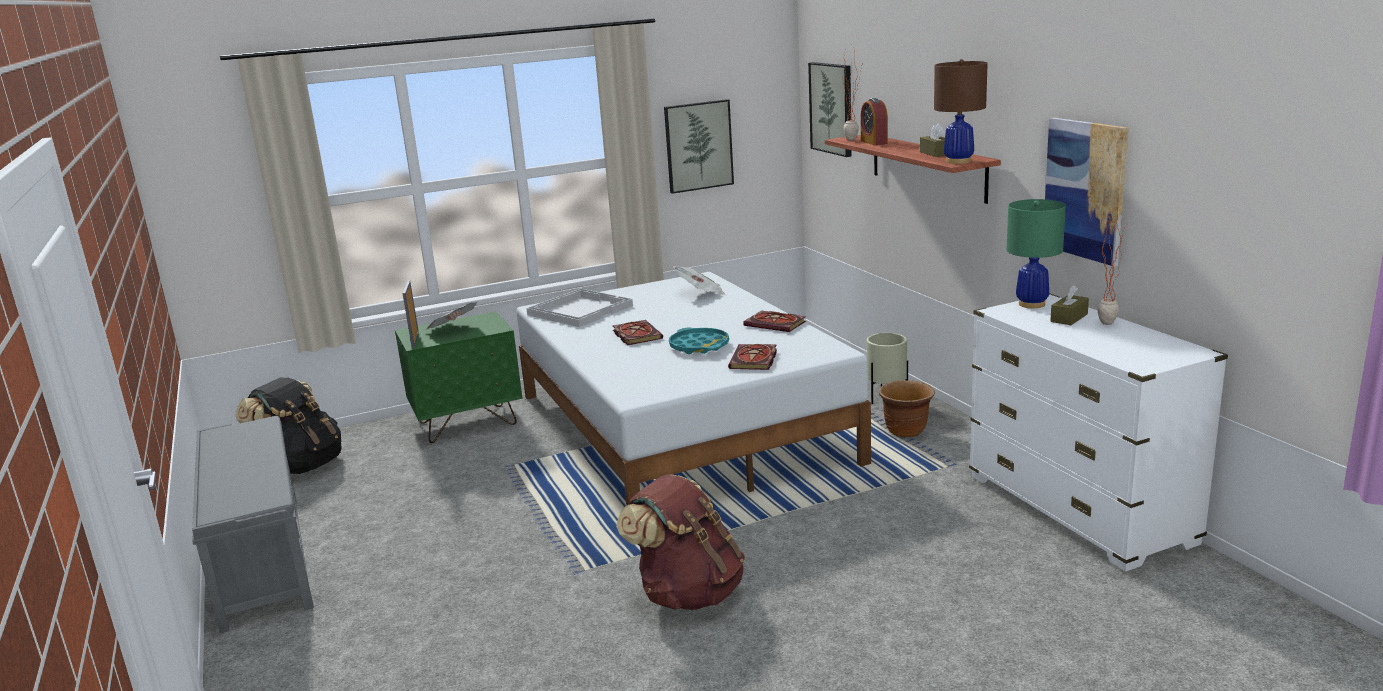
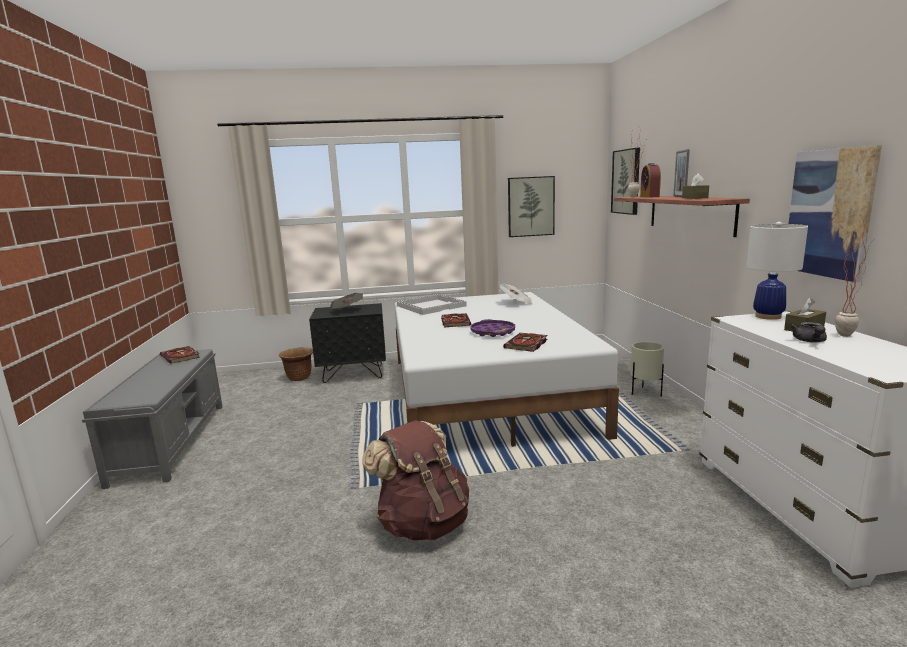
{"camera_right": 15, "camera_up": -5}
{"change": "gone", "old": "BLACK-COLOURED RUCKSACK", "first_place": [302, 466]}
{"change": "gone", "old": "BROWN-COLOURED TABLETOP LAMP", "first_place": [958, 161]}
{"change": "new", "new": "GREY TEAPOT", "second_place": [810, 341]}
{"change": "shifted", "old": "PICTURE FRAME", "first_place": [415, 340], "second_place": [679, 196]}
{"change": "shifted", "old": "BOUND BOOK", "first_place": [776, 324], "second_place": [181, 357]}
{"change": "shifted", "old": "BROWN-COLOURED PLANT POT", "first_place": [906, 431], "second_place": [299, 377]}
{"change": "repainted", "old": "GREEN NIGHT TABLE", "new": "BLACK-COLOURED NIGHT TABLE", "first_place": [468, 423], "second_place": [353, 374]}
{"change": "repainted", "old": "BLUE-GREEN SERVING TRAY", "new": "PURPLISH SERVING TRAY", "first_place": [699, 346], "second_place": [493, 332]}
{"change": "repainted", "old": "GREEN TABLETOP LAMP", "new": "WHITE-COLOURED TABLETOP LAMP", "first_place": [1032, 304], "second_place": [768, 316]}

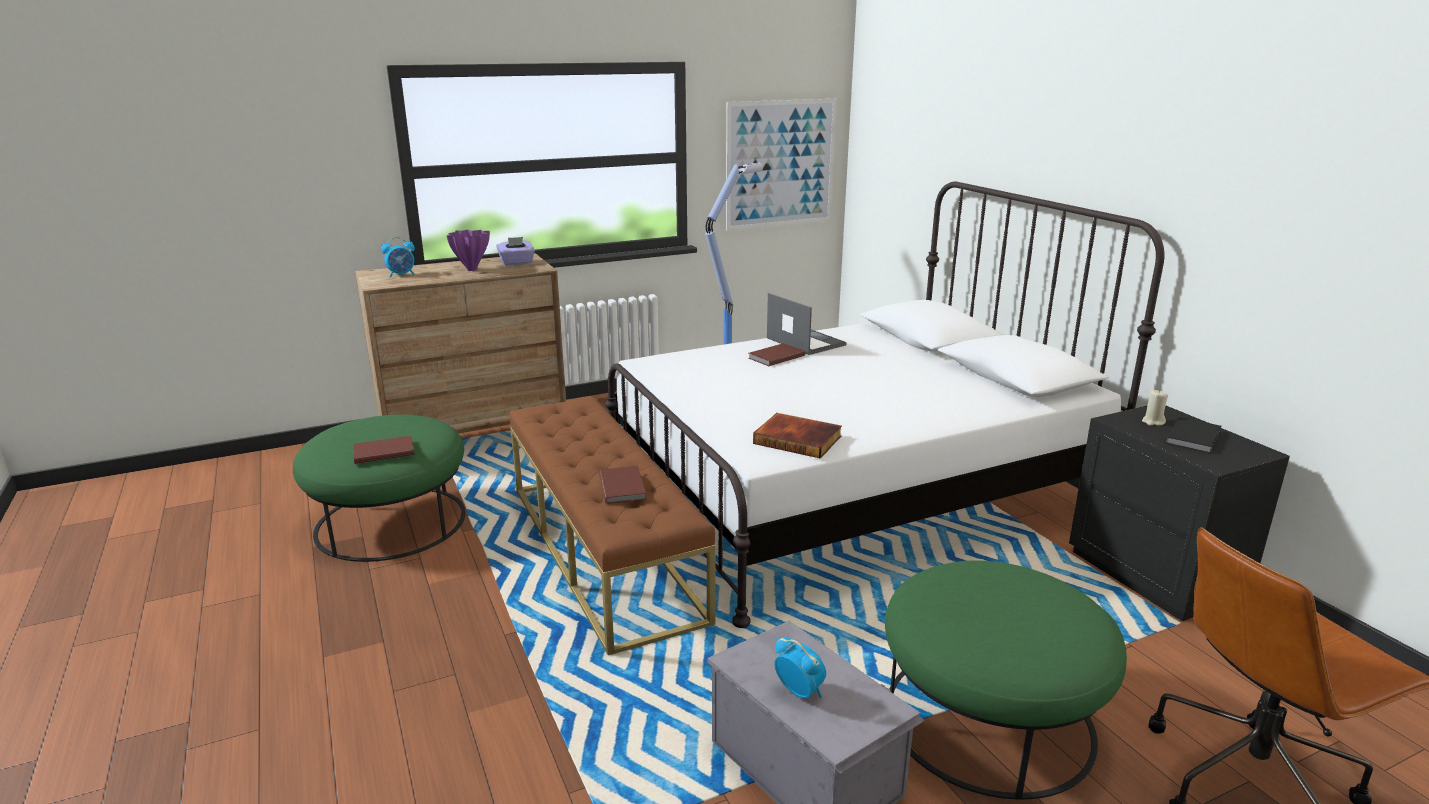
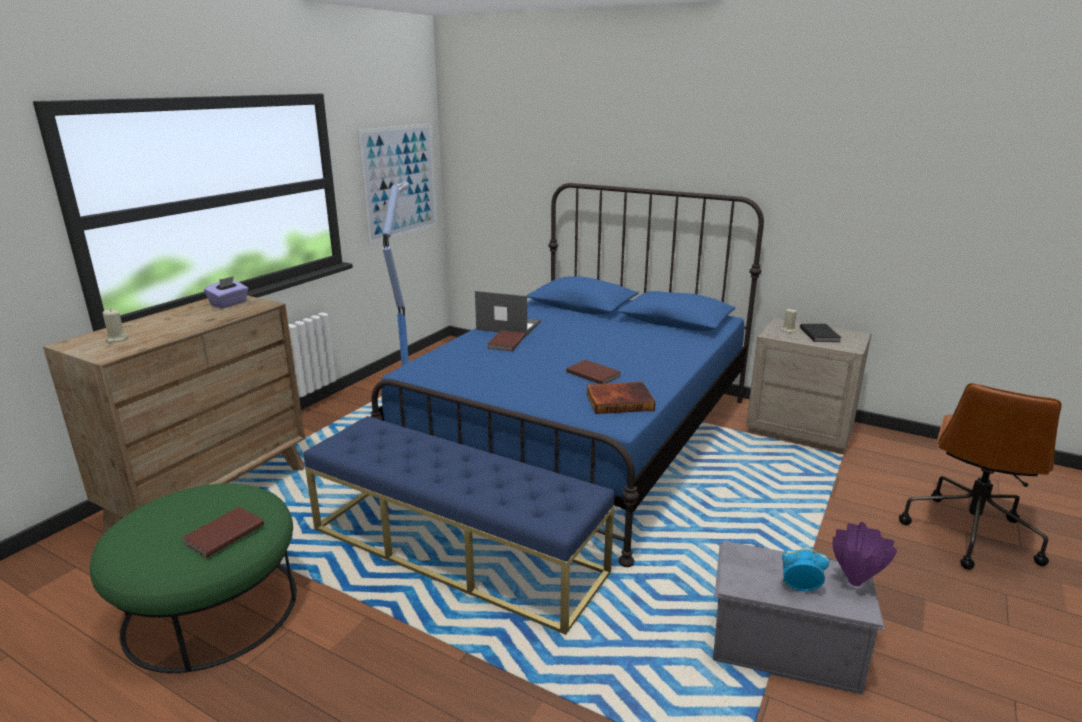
{"camera_right": -35, "camera_up": 0}
{"change": "gone", "old": "GREEN POUFFE", "first_place": [989, 719]}
{"change": "shifted", "old": "PURPLISH DECORATIVE VASE", "first_place": [471, 270], "second_place": [854, 582]}
{"change": "shifted", "old": "BROWN-COLOURED BOUND BOOK", "first_place": [623, 486], "second_place": [593, 374]}
{"change": "swapped", "old": "TABLE CLOCK", "new": "BEIGE WAX LIGHT", "first_place": [402, 275], "second_place": [117, 339]}
{"change": "repainted", "old": "BROWN-COLOURED BENCH", "new": "BLUISH BENCH", "first_place": [603, 551], "second_place": [456, 551]}
{"change": "repainted", "old": "WHITE-COLOURED BED", "new": "BLUISH BED", "first_place": [850, 491], "second_place": [580, 436]}
{"change": "repainted", "old": "BLACK-COLOURED NIGHT TABLE", "new": "BEIGE NIGHT TABLE", "first_place": [1156, 573], "second_place": [799, 429]}

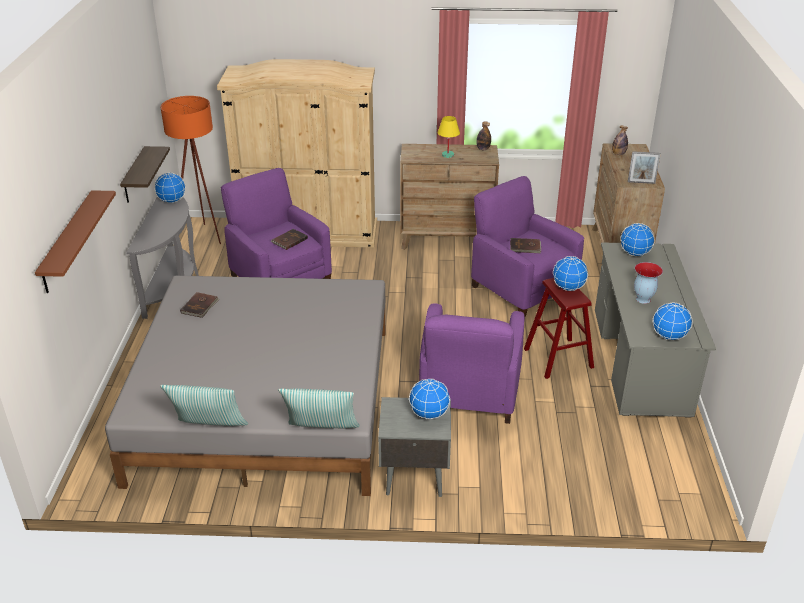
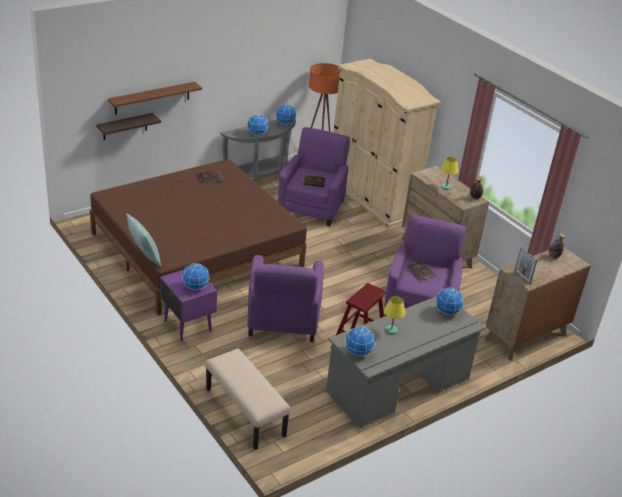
{"camera_right": 50, "camera_up": 0}
{"change": "gone", "old": "THROW PILLOW", "first_place": [209, 431]}
{"change": "new", "new": "BEIGE BENCH", "second_place": [244, 412]}
{"change": "shifted", "old": "SHELF", "first_place": [134, 175], "second_place": [125, 126]}
{"change": "shifted", "old": "DESK GLOBE", "first_place": [568, 288], "second_place": [257, 134]}
{"change": "swapped", "old": "DECORATIVE VASE", "new": "YELLOW TABLETOP LAMP", "first_place": [642, 299], "second_place": [391, 330]}
{"change": "repainted", "old": "GREY BED", "new": "BROWN-COLOURED BED", "first_place": [265, 402], "second_place": [196, 249]}
{"change": "repainted", "old": "GREY NIGHT TABLE", "new": "PURPLISH NIGHT TABLE", "first_place": [413, 476], "second_place": [187, 325]}
{"change": "rotated", "old": "PURPLISH LOUNGE CHAIR", "first_place": [469, 392], "second_place": [283, 320], "degrees": -60}

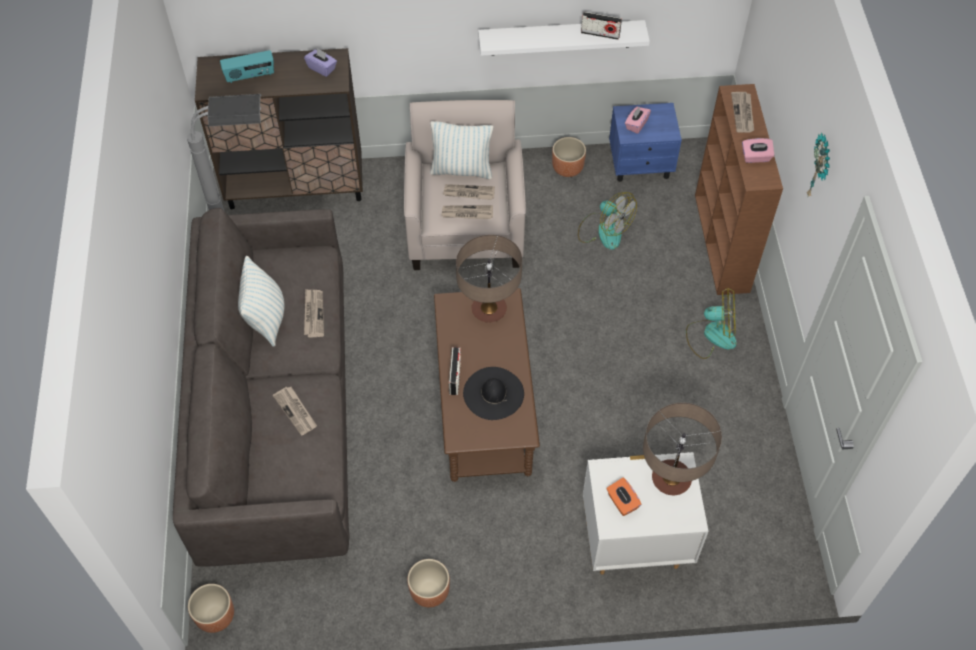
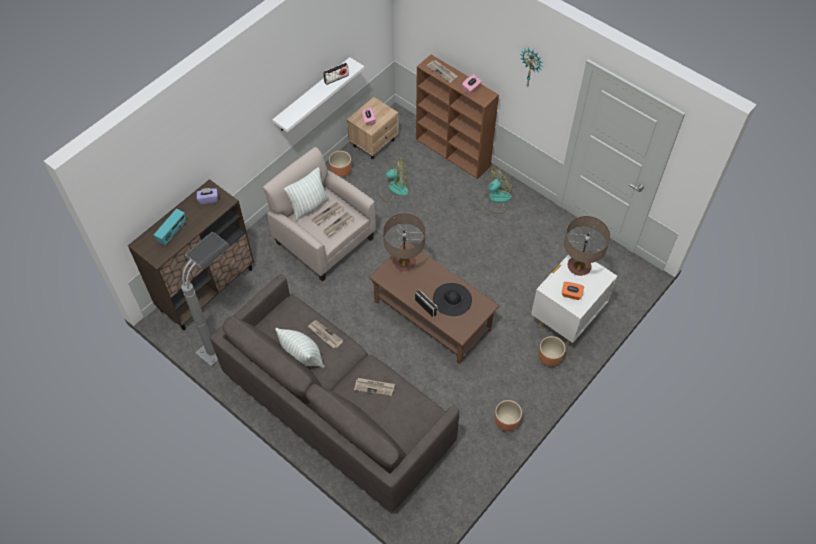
{"camera_right": -45, "camera_up": 0}
{"change": "shifted", "old": "BROWN-COLOURED PLANT POT", "first_place": [215, 616], "second_place": [549, 358]}
{"change": "repainted", "old": "BLUISH NIGHT TABLE", "new": "BEIGE NIGHT TABLE", "first_place": [641, 164], "second_place": [374, 143]}

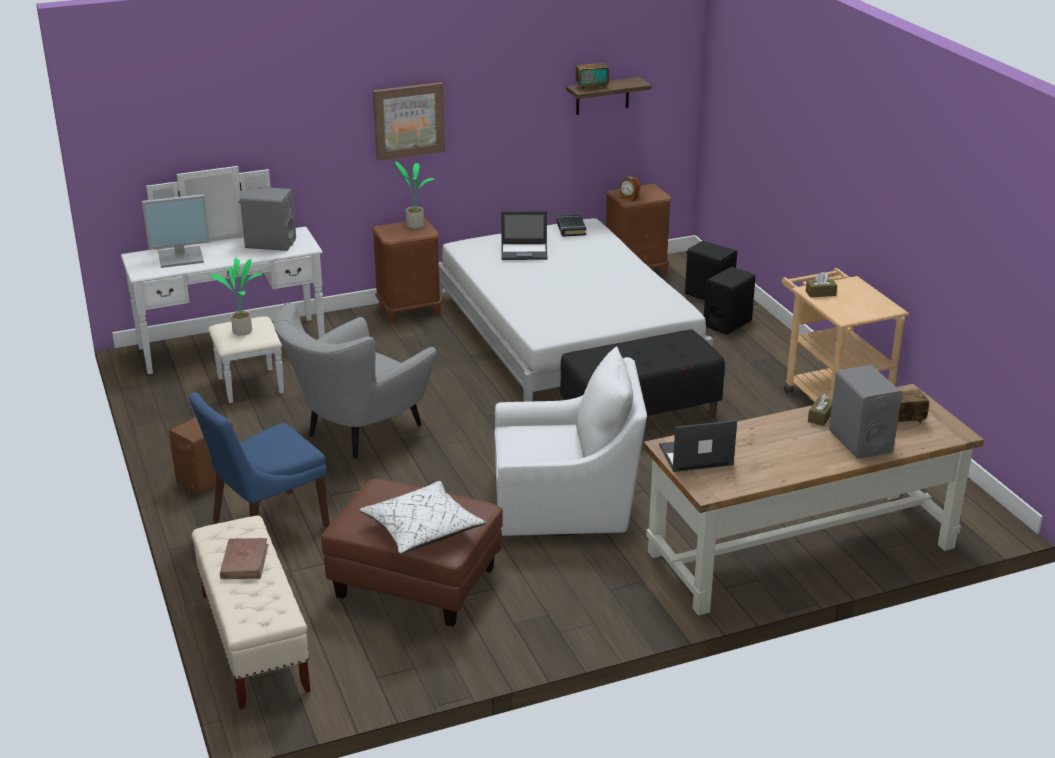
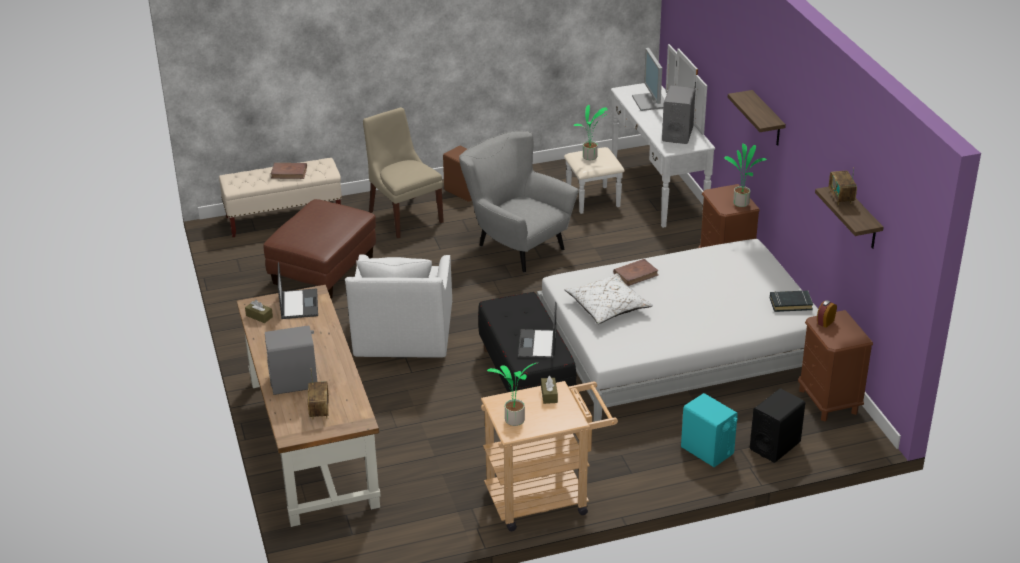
{"camera_right": 95, "camera_up": 5}
{"change": "new", "new": "PLANT IN A POT", "second_place": [513, 421]}
{"change": "new", "new": "BROWN-COLOURED BOUND BOOK", "second_place": [636, 274]}
{"change": "shifted", "old": "WHITE-COLOURED THROW PILLOW", "first_place": [422, 529], "second_place": [607, 307]}
{"change": "shifted", "old": "LAPTOP", "first_place": [525, 252], "second_place": [537, 345]}
{"change": "shifted", "old": "BROWN-COLOURED TISSUE BOX", "first_place": [820, 417], "second_place": [259, 316]}
{"change": "swapped", "old": "WALL PICTURE", "new": "SHELF", "first_place": [408, 120], "second_place": [767, 119]}
{"change": "repainted", "old": "BLUISH PLAIN CHAIR", "new": "BEIGE PLAIN CHAIR", "first_place": [266, 524], "second_place": [404, 216]}
{"change": "repainted", "old": "BLACK-COLOURED LOUDSPEAKER", "new": "BLUE-GREEN LOUDSPEAKER", "first_place": [727, 323], "second_place": [707, 451]}

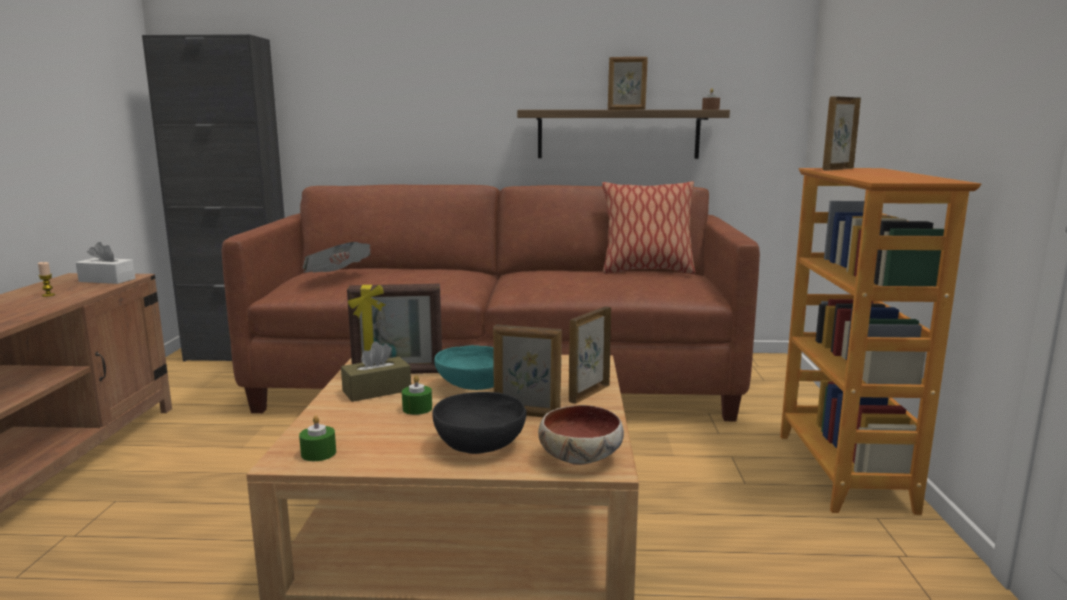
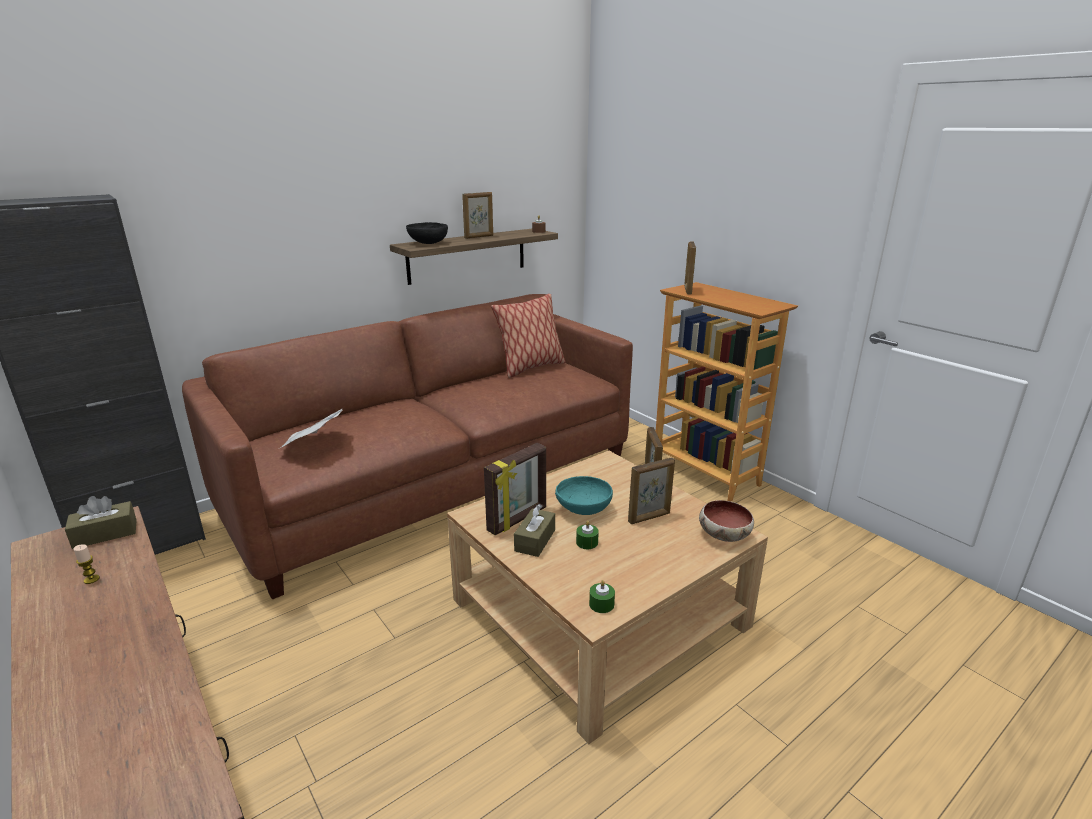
{"camera_right": -40, "camera_up": 10}
{"change": "shifted", "old": "BLACK-COLOURED DEEP DISH", "first_place": [479, 444], "second_place": [428, 243]}
{"change": "repainted", "old": "WHITE-COLOURED TISSUE BOX", "new": "BROWN-COLOURED TISSUE BOX", "first_place": [107, 280], "second_place": [105, 534]}

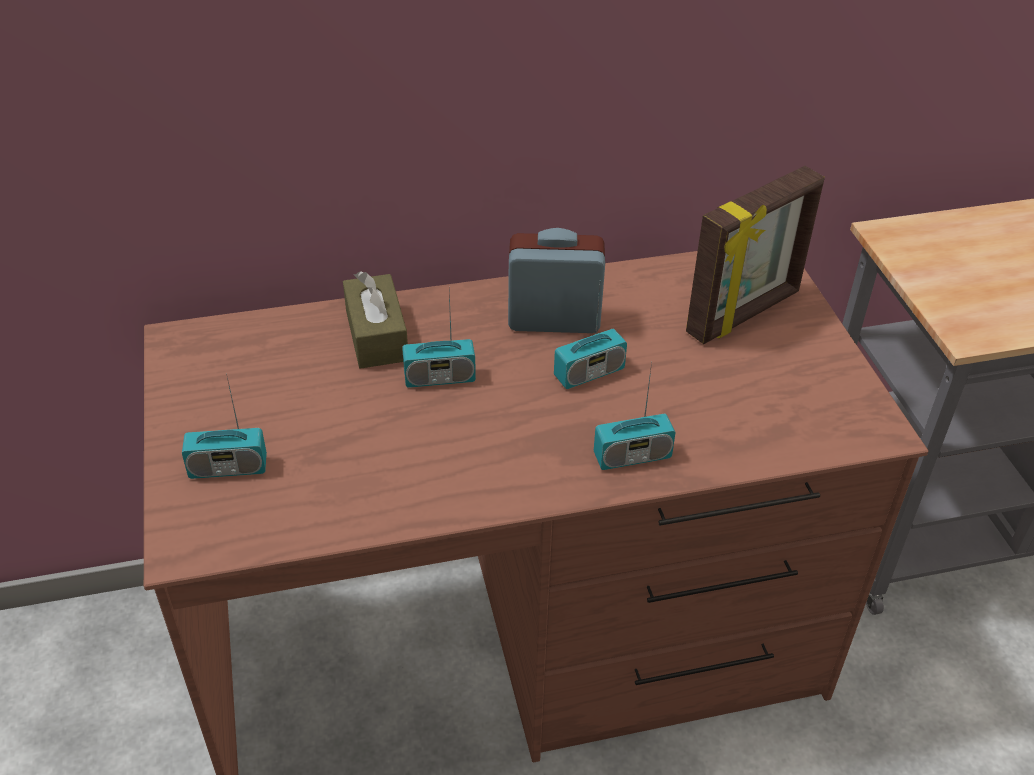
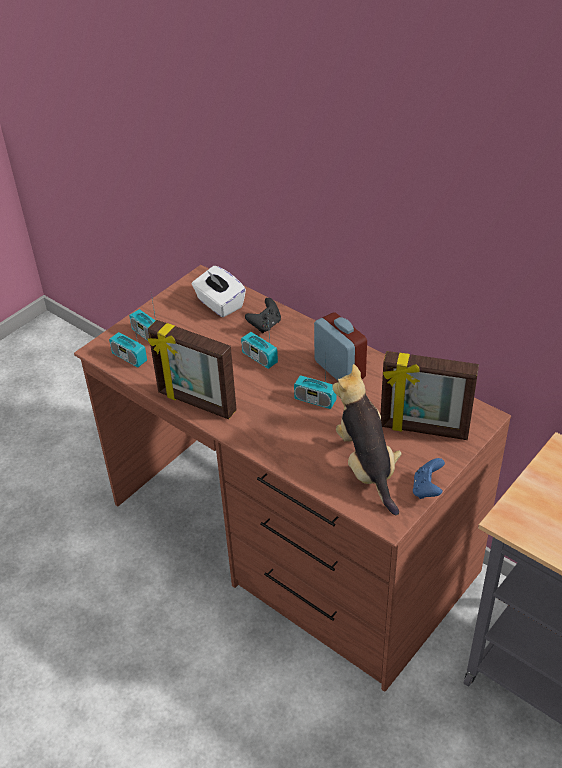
{"camera_right": 55, "camera_up": 0}
{"change": "new", "new": "PICTURE FRAME", "second_place": [196, 403]}
{"change": "new", "new": "WHITE-COLOURED TISSUE BOX", "second_place": [219, 304]}
{"change": "new", "new": "PLUSH TOY", "second_place": [366, 467]}
{"change": "new", "new": "BLUISH GAMEPAD", "second_place": [427, 489]}
{"change": "shifted", "old": "RADIO RECEIVER", "first_place": [632, 456], "second_place": [129, 357]}
{"change": "swapped", "old": "BROWN-COLOURED TISSUE BOX", "new": "BLACK-COLOURED GAMEPAD", "first_place": [376, 335], "second_place": [265, 325]}

